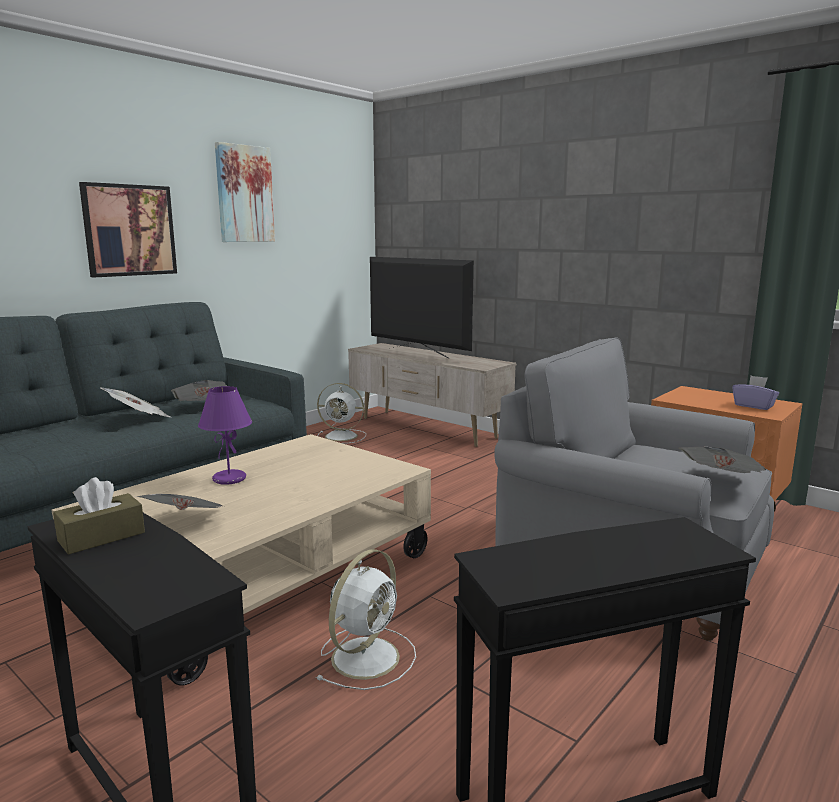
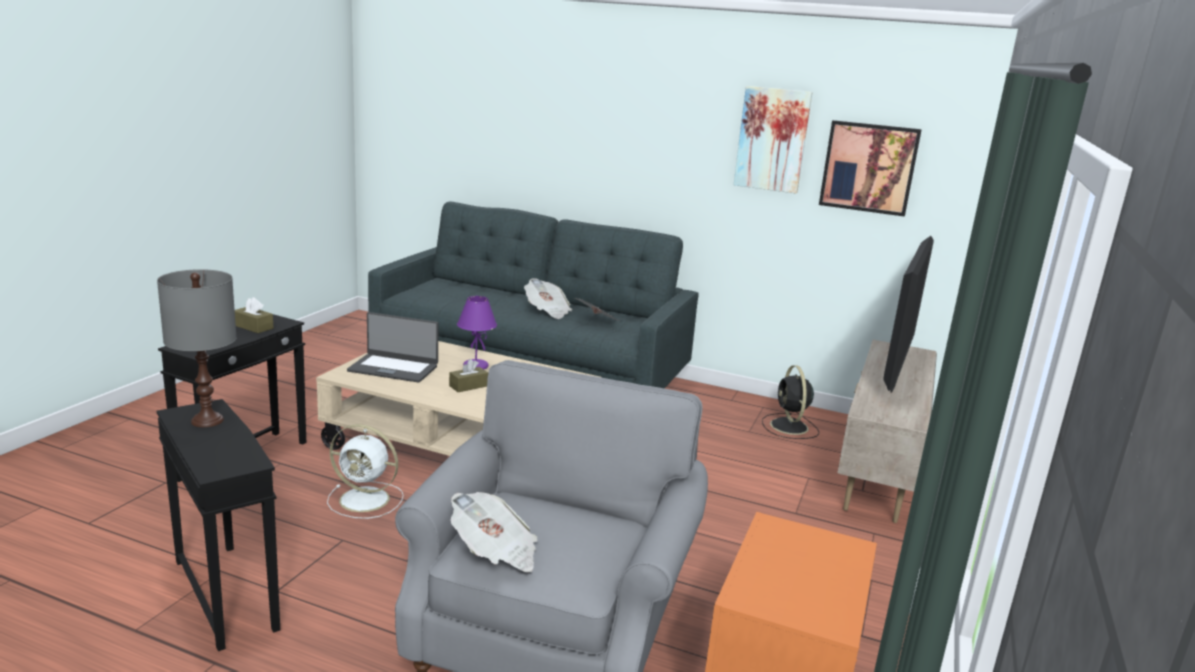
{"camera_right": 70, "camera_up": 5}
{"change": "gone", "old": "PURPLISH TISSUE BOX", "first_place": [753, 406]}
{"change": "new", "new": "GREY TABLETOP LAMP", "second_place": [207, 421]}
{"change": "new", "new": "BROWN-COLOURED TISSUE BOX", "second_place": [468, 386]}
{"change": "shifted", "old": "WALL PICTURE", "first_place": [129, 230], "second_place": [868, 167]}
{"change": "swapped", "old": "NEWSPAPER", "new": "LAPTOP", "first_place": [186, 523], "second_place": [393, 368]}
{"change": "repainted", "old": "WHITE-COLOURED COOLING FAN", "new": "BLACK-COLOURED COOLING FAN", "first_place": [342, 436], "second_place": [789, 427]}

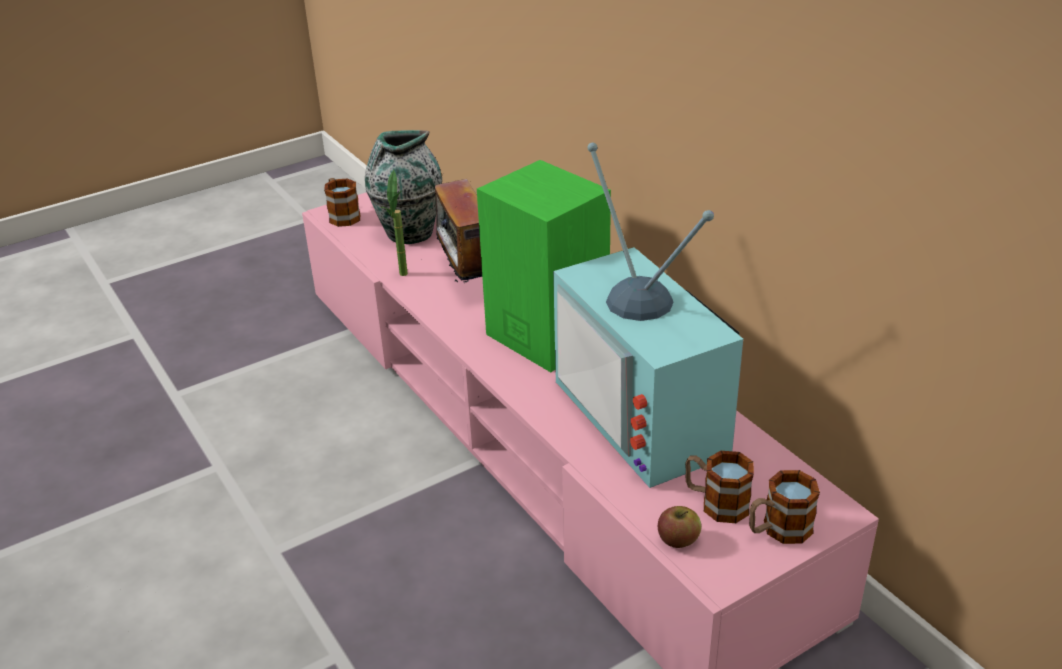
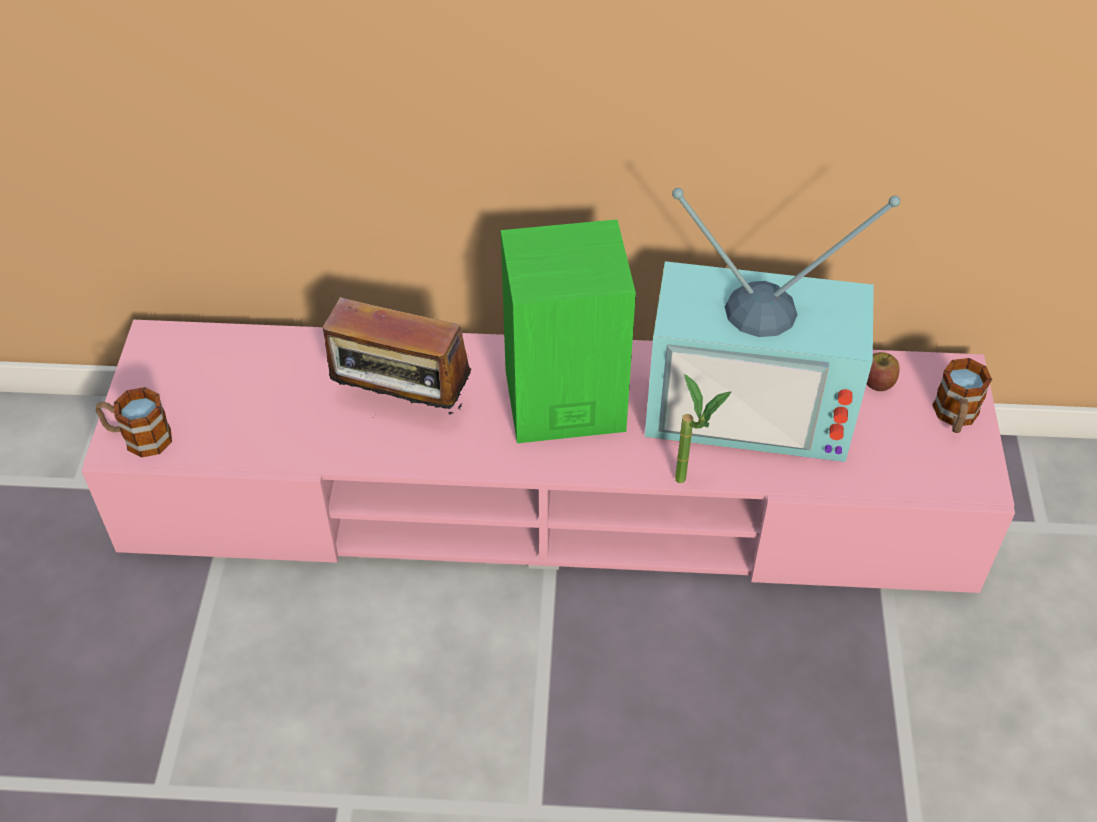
{"camera_right": -55, "camera_up": 15}
{"change": "gone", "old": "DECORATIVE VASE", "first_place": [408, 233]}
{"change": "gone", "old": "TEA MUG", "first_place": [716, 503]}
{"change": "shifted", "old": "PLANT IN A POT", "first_place": [404, 278], "second_place": [691, 483]}
{"change": "shifted", "old": "APPLE", "first_place": [678, 539], "second_place": [877, 382]}

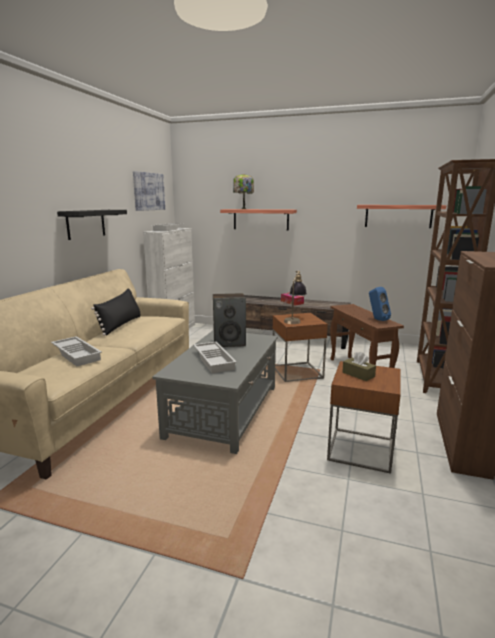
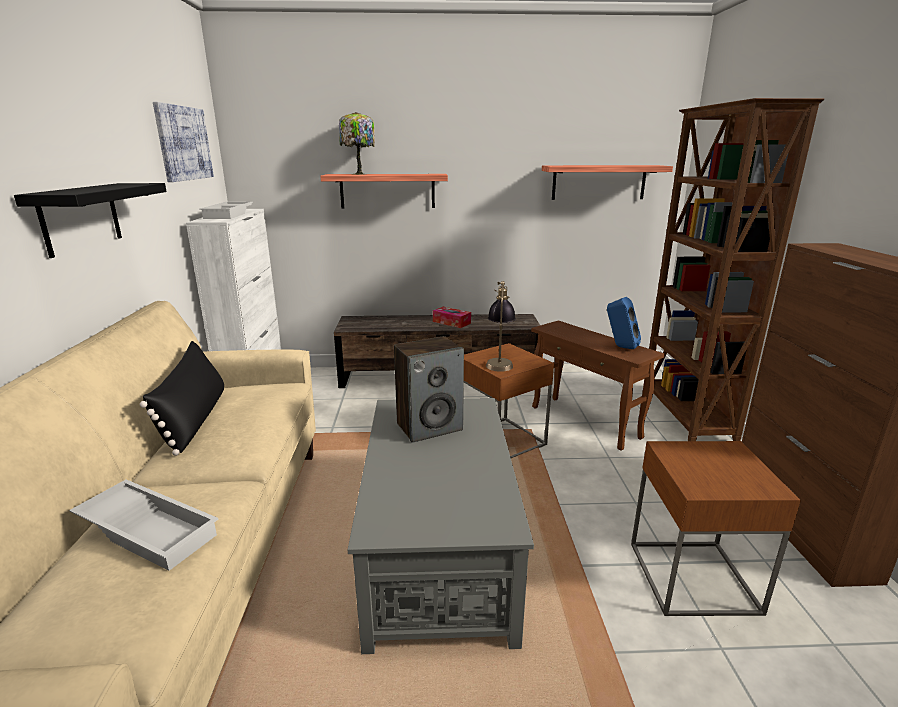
{"camera_right": -20, "camera_up": 5}
{"change": "gone", "old": "WHITE-COLOURED SERVING TRAY", "first_place": [215, 360]}
{"change": "gone", "old": "BROWN-COLOURED TISSUE BOX", "first_place": [358, 374]}

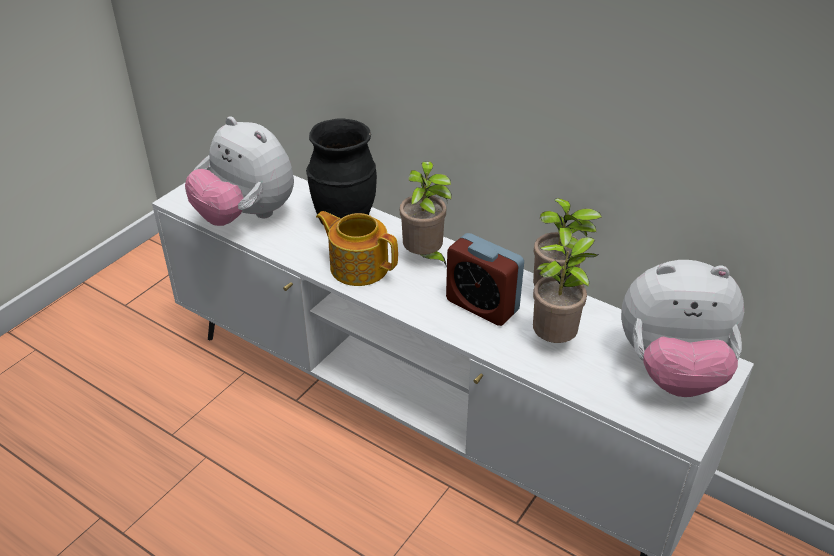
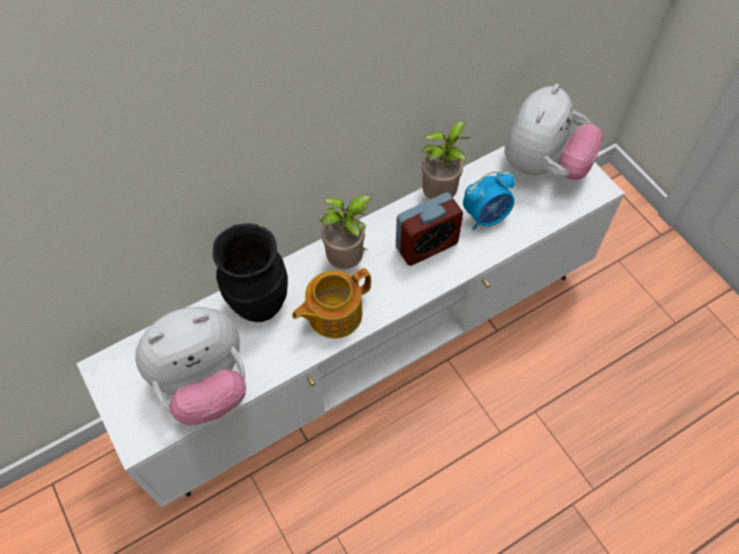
{"camera_right": -65, "camera_up": 20}
{"change": "swapped", "old": "PLANT IN A POT", "new": "TABLE CLOCK", "first_place": [556, 340], "second_place": [486, 216]}

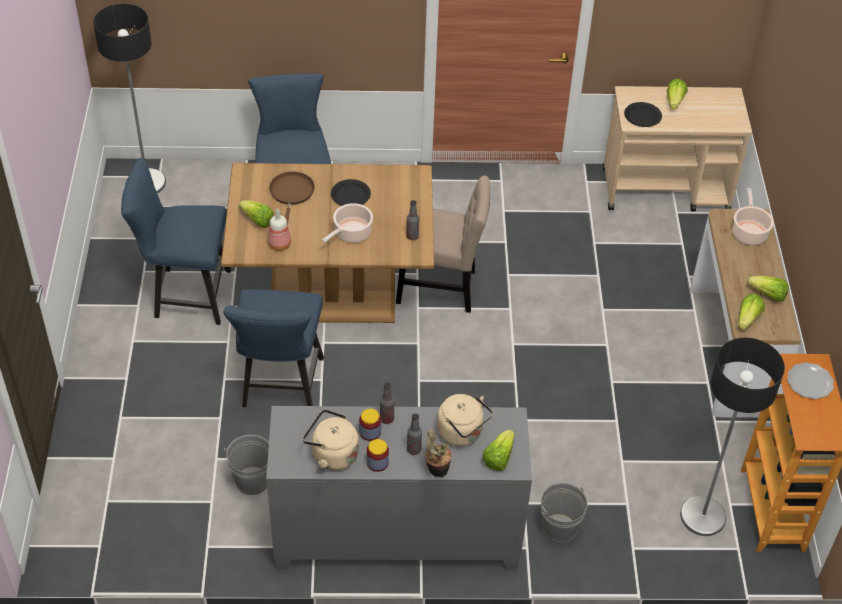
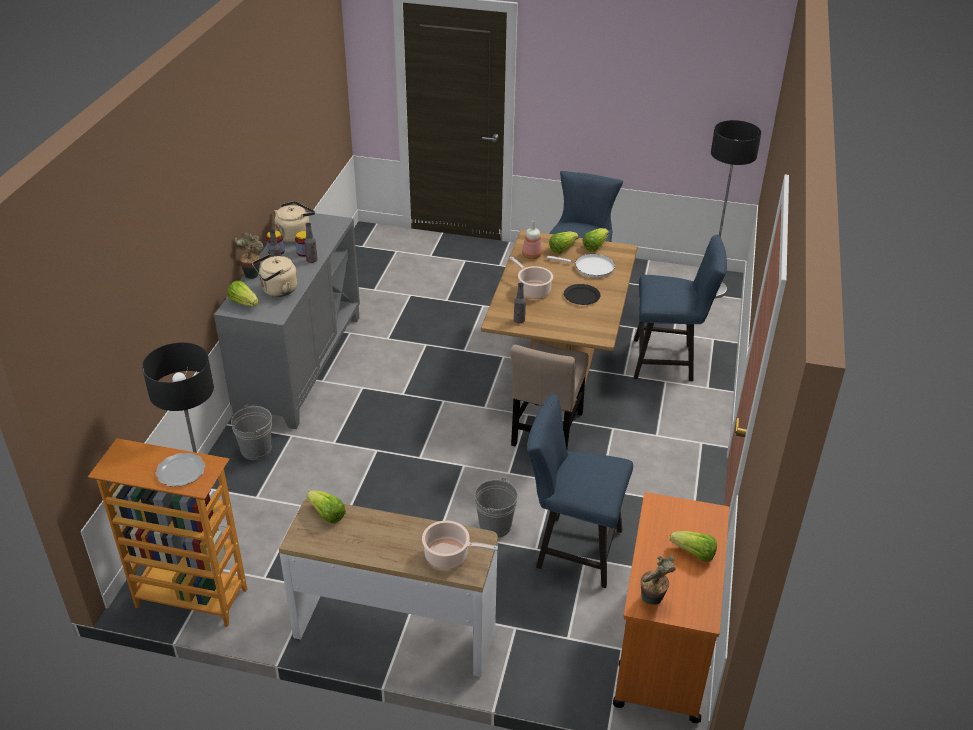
{"camera_right": 105, "camera_up": -10}
{"change": "gone", "old": "BLACK-COLOURED FLAT DISH", "first_place": [643, 116]}
{"change": "new", "new": "PLANT IN A POT", "second_place": [652, 600]}
{"change": "shifted", "old": "BLUISH PLAIN CHAIR", "first_place": [280, 387], "second_place": [572, 548]}
{"change": "shifted", "old": "GREY PAIL", "first_place": [252, 481], "second_place": [495, 526]}
{"change": "shifted", "old": "HEAD OF LETTUCE", "first_place": [768, 295], "second_place": [595, 246]}
{"change": "repainted", "old": "BROWN-COLOURED PAN", "new": "WHITE-COLOURED PAN", "first_place": [291, 193], "second_place": [591, 268]}
{"change": "repainted", "old": "BEIGE CART", "new": "ORANGE-COLOURED CART", "first_place": [666, 190], "second_place": [663, 650]}

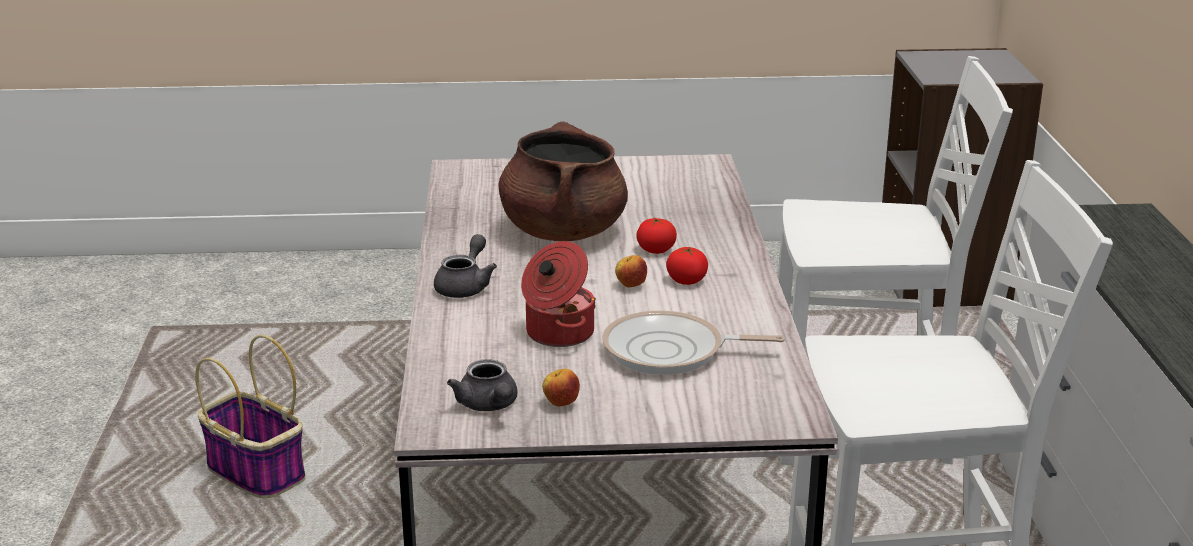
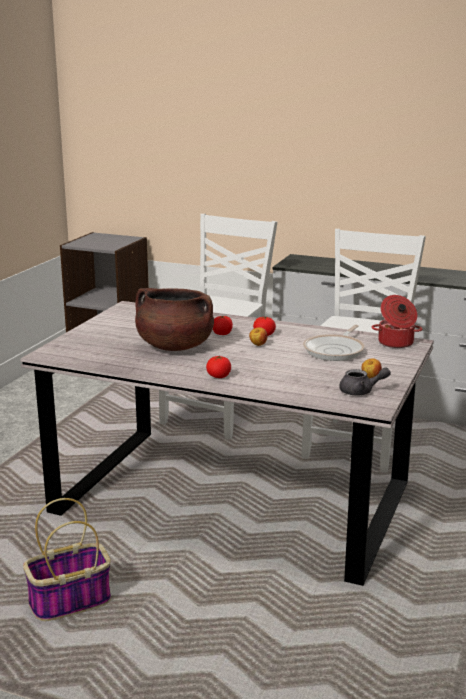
{"camera_right": -65, "camera_up": -5}
{"change": "shifted", "old": "COOKING POT", "first_place": [558, 333], "second_place": [395, 343]}
{"change": "swapped", "old": "GREY TEAPOT", "new": "WHOLE TOMATO", "first_place": [465, 286], "second_place": [218, 376]}

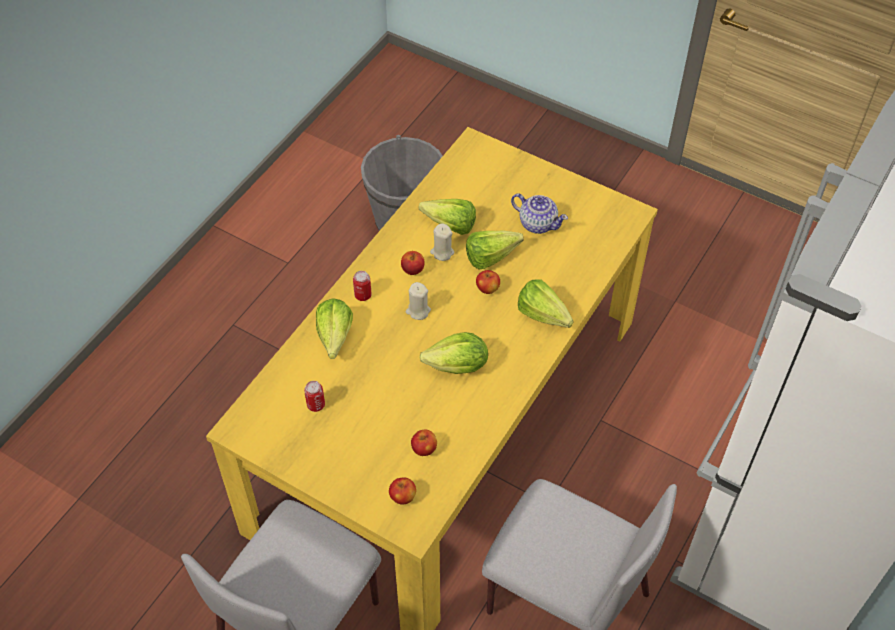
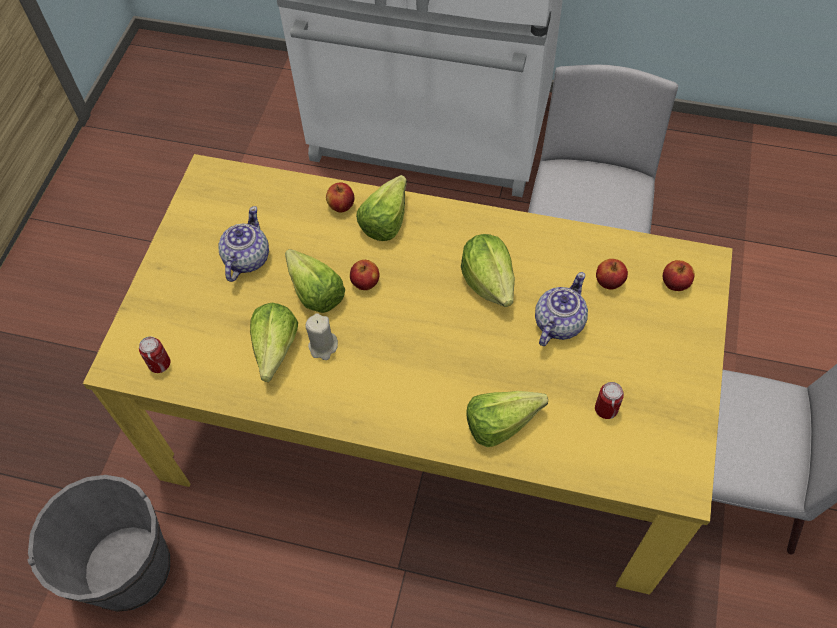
{"camera_right": -105, "camera_up": 5}
{"change": "gone", "old": "BEIGE WAX LIGHT", "first_place": [418, 311]}
{"change": "new", "new": "TEAPOT", "second_place": [558, 323]}
{"change": "shifted", "old": "SEALED CAN", "first_place": [363, 295], "second_place": [160, 364]}
{"change": "shifted", "old": "APPLE", "first_place": [412, 270], "second_place": [341, 206]}

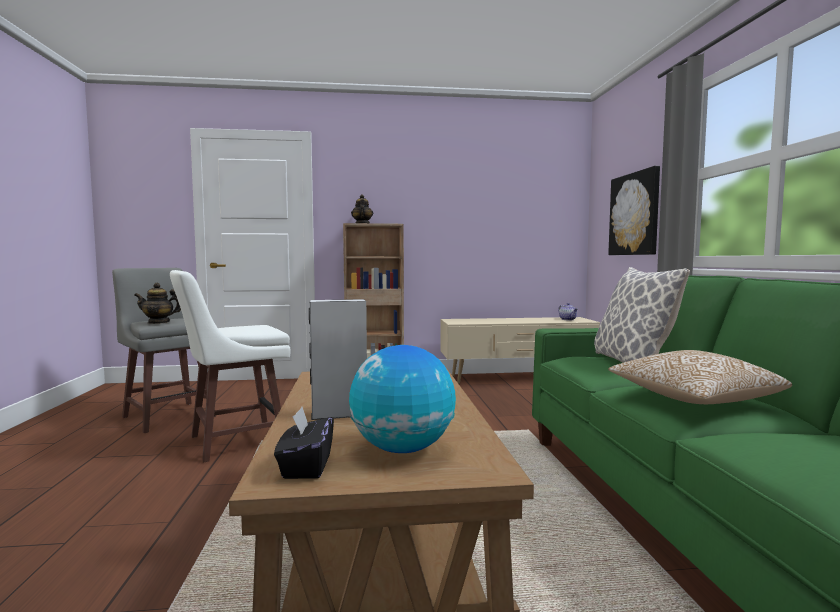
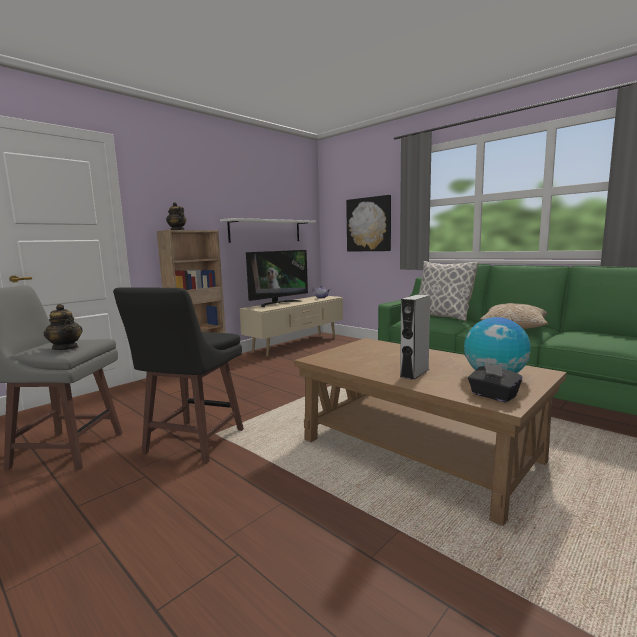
{"camera_right": -40, "camera_up": 5}
{"change": "new", "new": "WHITE-COLOURED SHELF", "second_place": [265, 231]}
{"change": "new", "new": "TV", "second_place": [278, 303]}
{"change": "repainted", "old": "WHITE-COLOURED STOOL", "new": "BLACK-COLOURED STOOL", "first_place": [234, 441], "second_place": [192, 442]}
{"change": "rotated", "old": "TEAPOT", "first_place": [159, 322], "second_place": [66, 348], "degrees": -90}

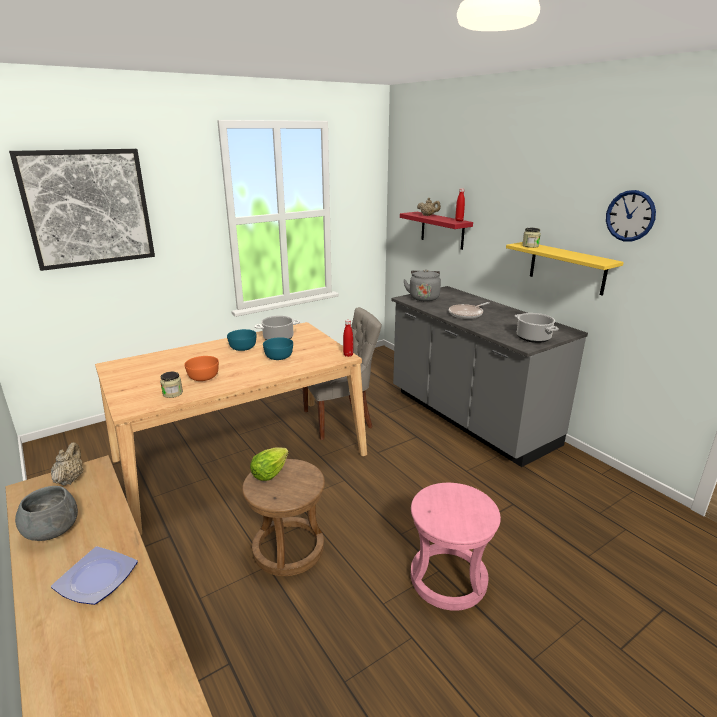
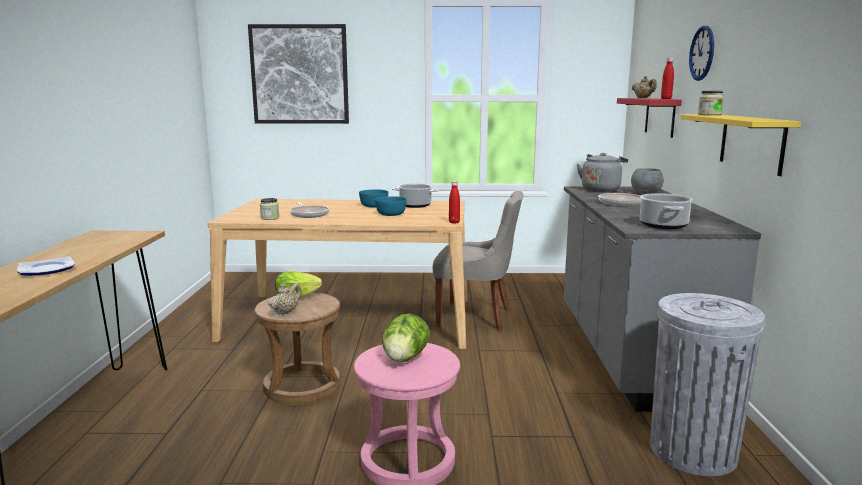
{"camera_right": 35, "camera_up": -10}
{"change": "new", "new": "HEAD OF LETTUCE", "second_place": [405, 359]}
{"change": "new", "new": "GREY TRASH CAN", "second_place": [692, 451]}
{"change": "shifted", "old": "GREY DEEP DISH", "first_place": [53, 531], "second_place": [646, 192]}
{"change": "shifted", "old": "BEIGE TEAPOT", "first_place": [70, 479], "second_place": [286, 312]}
{"change": "shifted", "old": "CLOCK ON THE WALL", "first_place": [630, 216], "second_place": [702, 53]}
{"change": "swapped", "old": "ORANGE-COLOURED DEEP DISH", "new": "PAN", "first_place": [203, 376], "second_place": [309, 214]}

